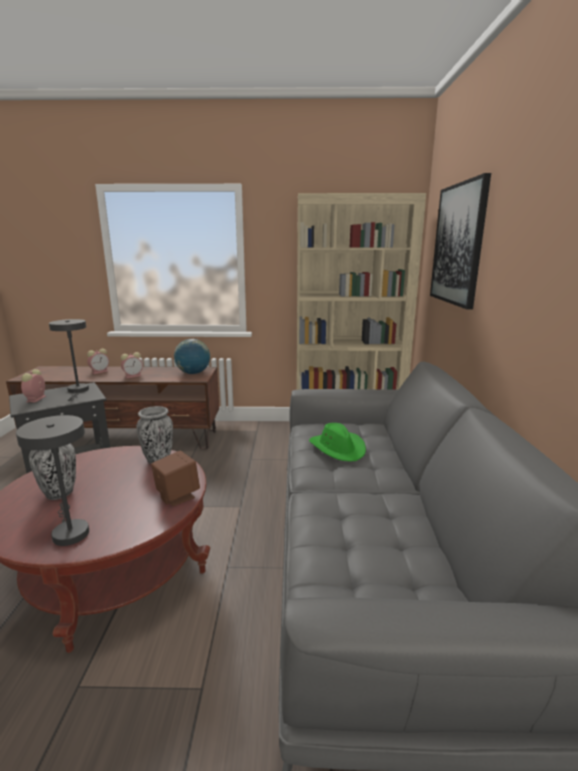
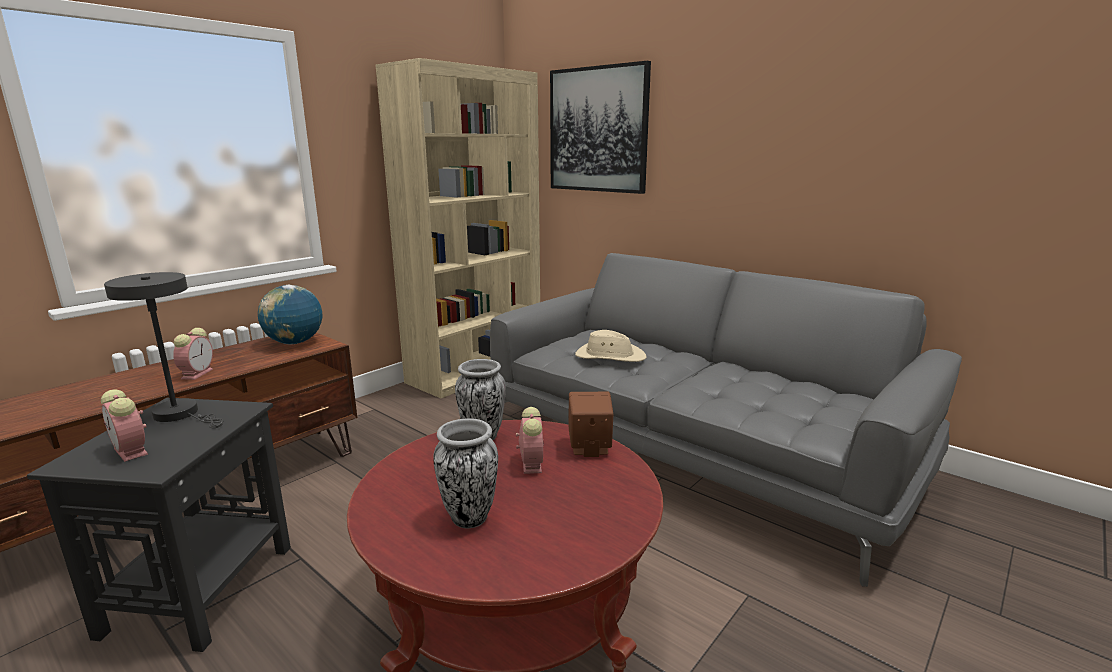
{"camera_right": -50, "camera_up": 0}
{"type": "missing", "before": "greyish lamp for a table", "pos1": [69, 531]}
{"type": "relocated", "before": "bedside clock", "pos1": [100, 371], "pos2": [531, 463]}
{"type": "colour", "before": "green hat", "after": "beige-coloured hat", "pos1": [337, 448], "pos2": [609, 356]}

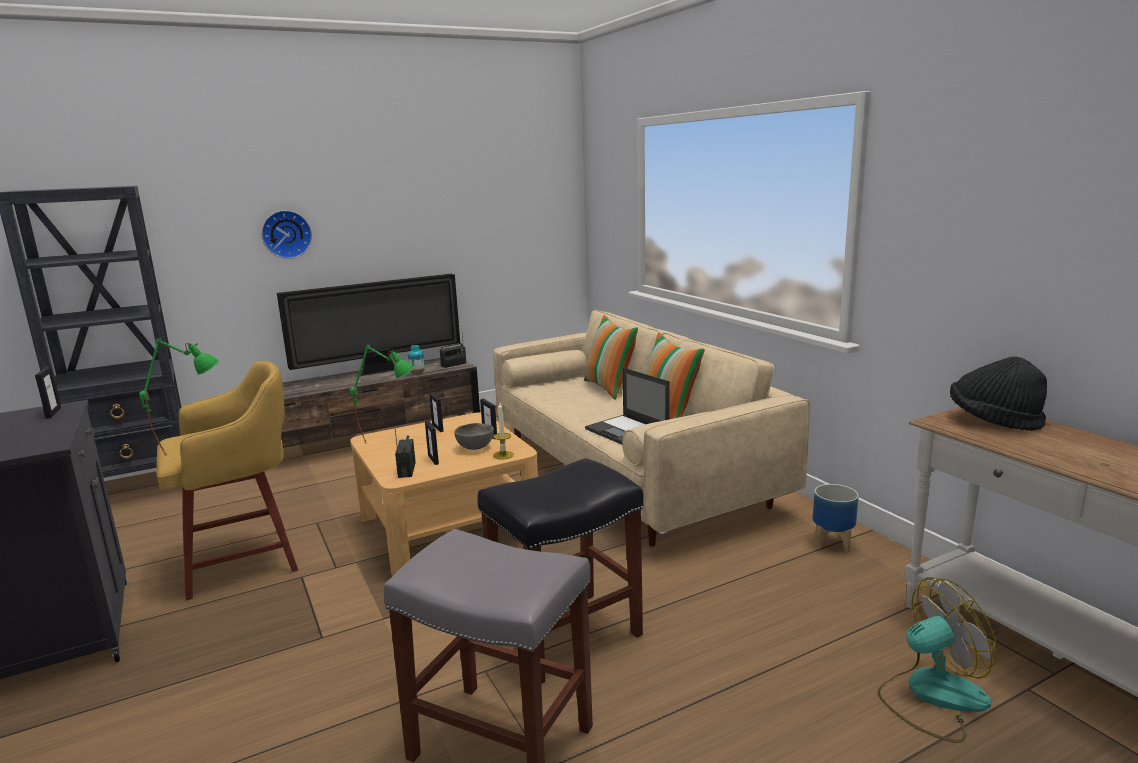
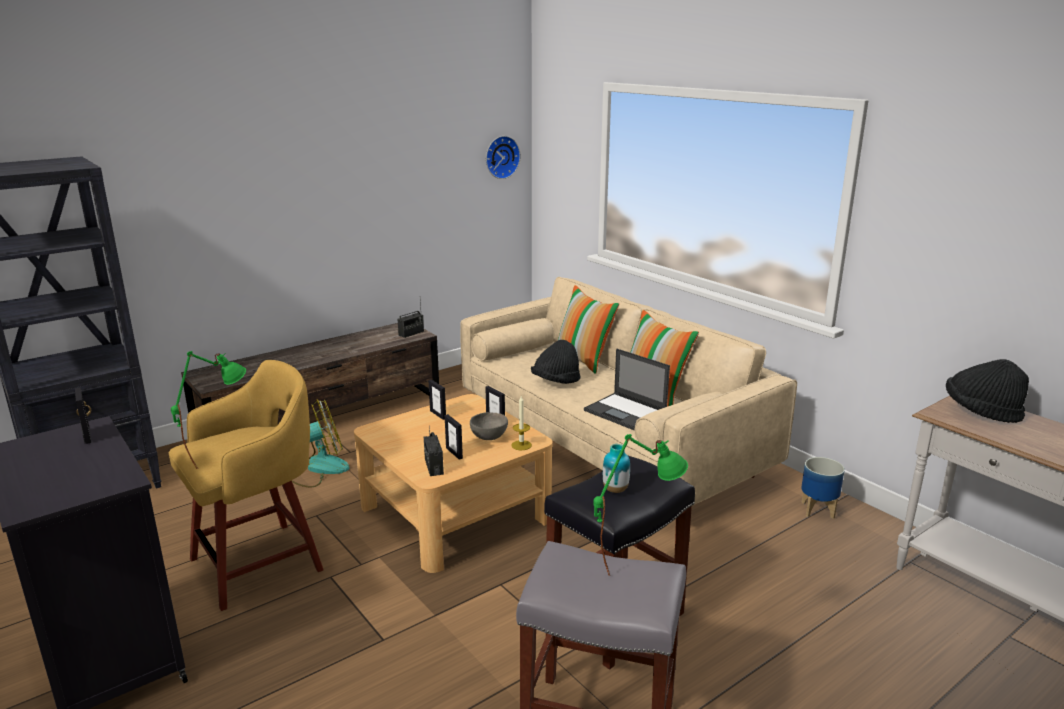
{"camera_right": -10, "camera_up": 5}
{"type": "relocated", "before": "clock on the wall", "pos1": [286, 234], "pos2": [501, 157]}
{"type": "missing", "before": "TV set", "pos1": [380, 371]}
{"type": "relocated", "before": "green lamp for a table", "pos1": [389, 439], "pos2": [635, 563]}
{"type": "relocated", "before": "flower vase", "pos1": [417, 373], "pos2": [615, 490]}
{"type": "relocated", "before": "fan", "pos1": [931, 696], "pos2": [317, 468]}
{"type": "appeared", "after": "black hat", "pos2": [556, 382]}

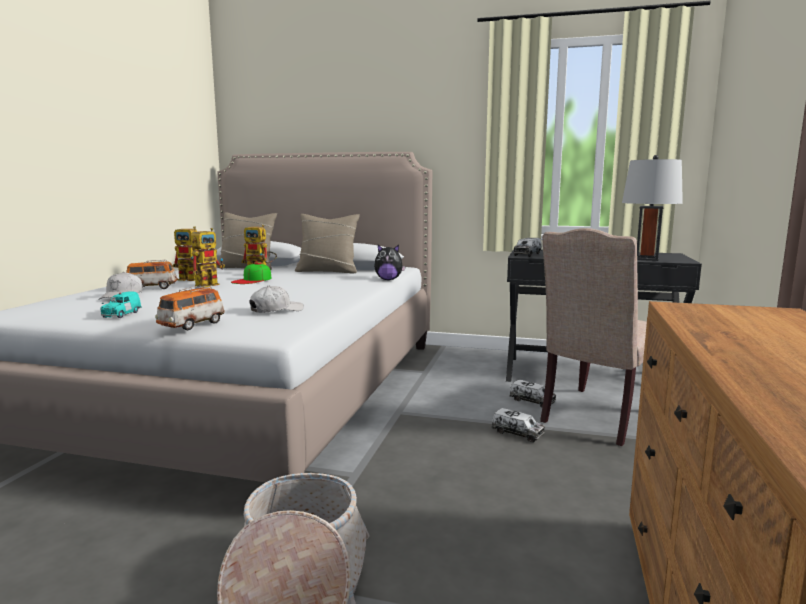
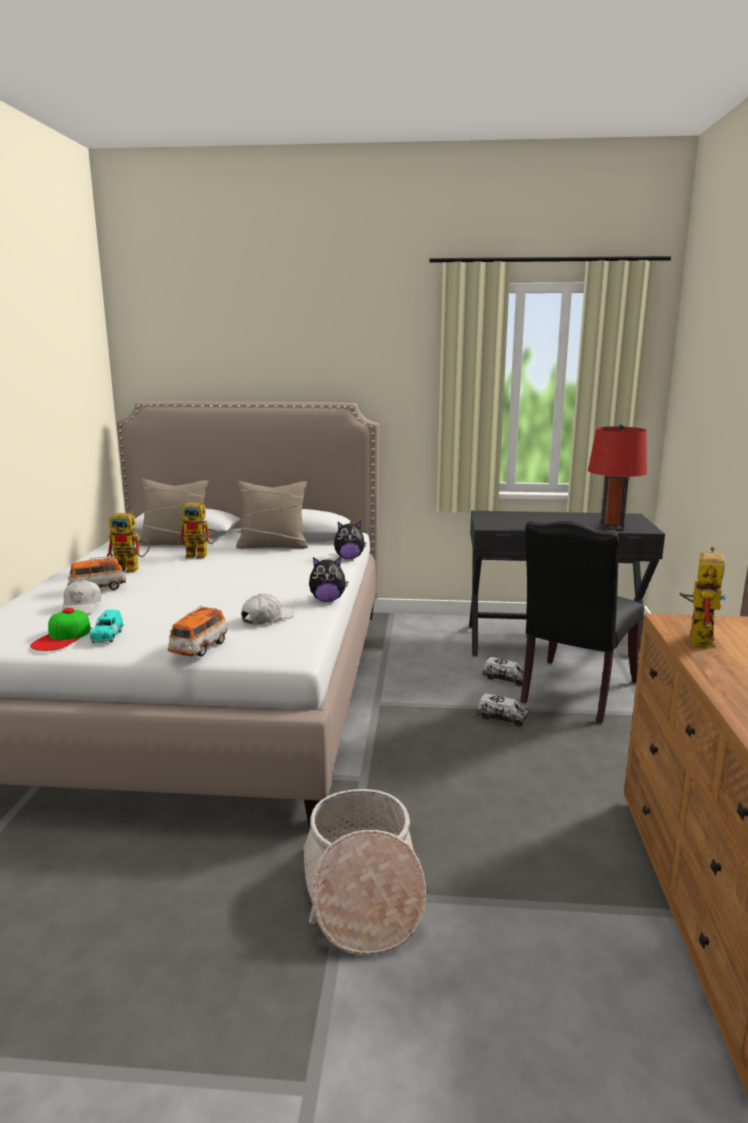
{"camera_right": -10, "camera_up": 5}
{"type": "relocated", "before": "robot figure", "pos1": [209, 284], "pos2": [697, 637]}
{"type": "relocated", "before": "cap", "pos1": [252, 280], "pos2": [62, 637]}
{"type": "missing", "before": "toy truck", "pos1": [527, 254]}
{"type": "colour", "before": "beige-coloured upright chair", "after": "black upright chair", "pos1": [600, 418], "pos2": [574, 693]}
{"type": "colour", "before": "greyish lamp for a table", "after": "reddish lamp for a table", "pos1": [646, 259], "pos2": [611, 527]}
{"type": "appeared", "after": "cuddly toy", "pos2": [327, 600]}

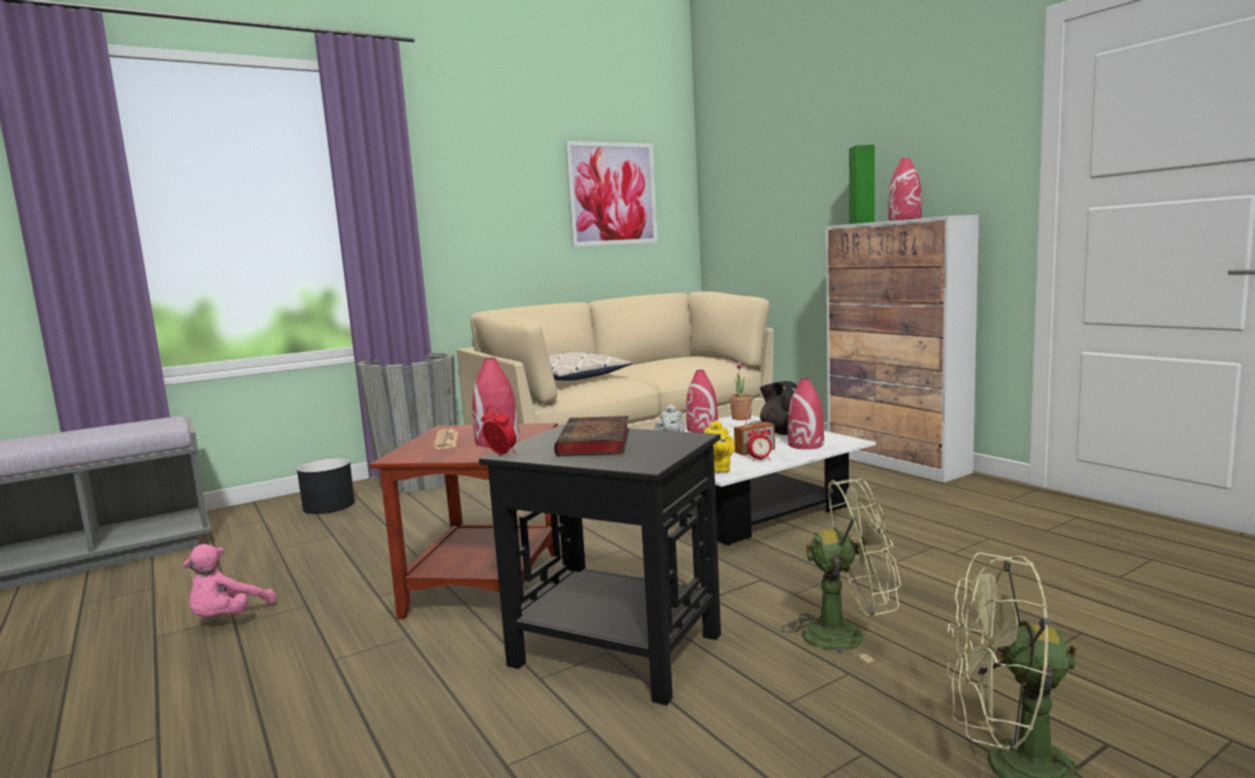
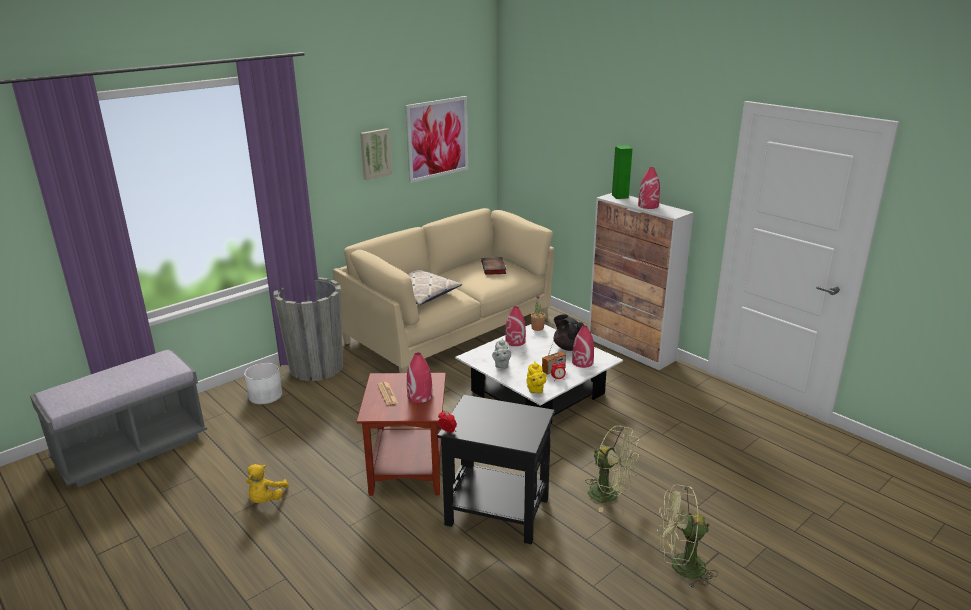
{"camera_right": -10, "camera_up": 15}
{"type": "colour", "before": "pinkish cuddly toy", "after": "yellow-coloured cuddly toy", "pos1": [228, 619], "pos2": [266, 499]}
{"type": "colour", "before": "black plant pot", "after": "white-coloured plant pot", "pos1": [328, 506], "pos2": [265, 396]}
{"type": "relocated", "before": "bound book", "pos1": [595, 443], "pos2": [494, 268]}
{"type": "spun", "before": "green fan", "pos1": [846, 634], "pos2": [609, 496], "turn": 45}
{"type": "appeared", "after": "wall picture", "pos2": [375, 153]}

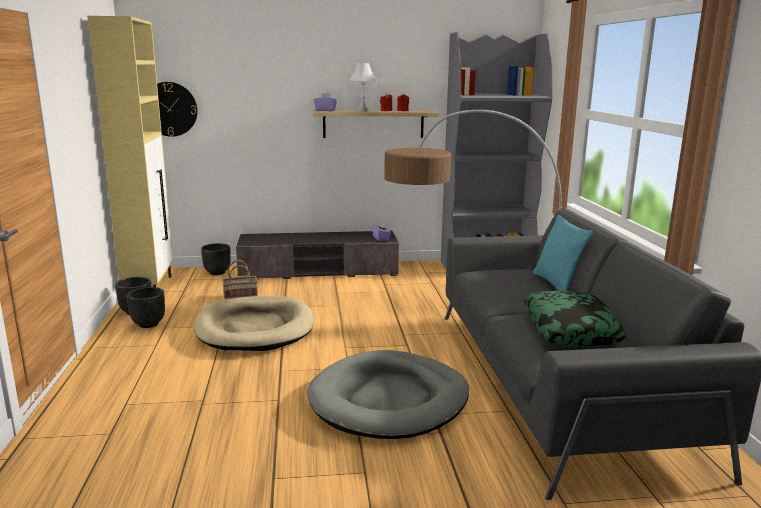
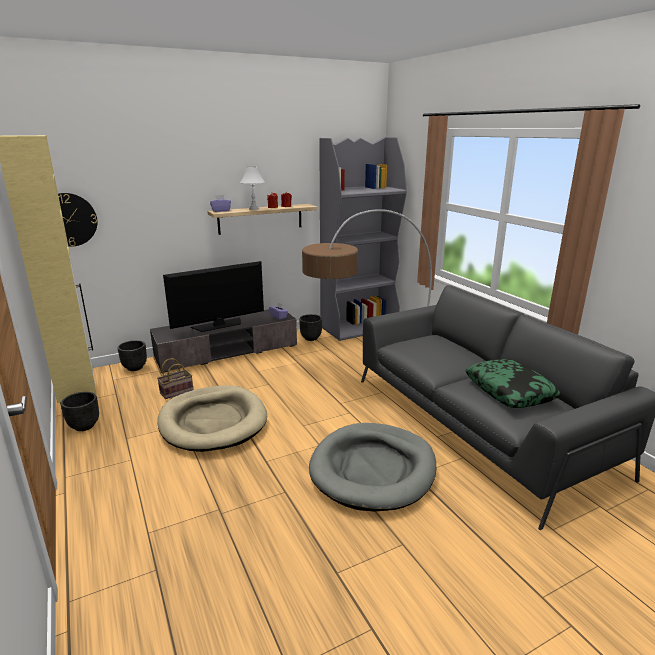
{"camera_right": -20, "camera_up": 5}
{"type": "relocated", "before": "black plant pot", "pos1": [149, 324], "pos2": [311, 338]}
{"type": "missing", "before": "turquoise-coloured pillow", "pos1": [556, 283]}
{"type": "appeared", "after": "TV set", "pos2": [219, 325]}

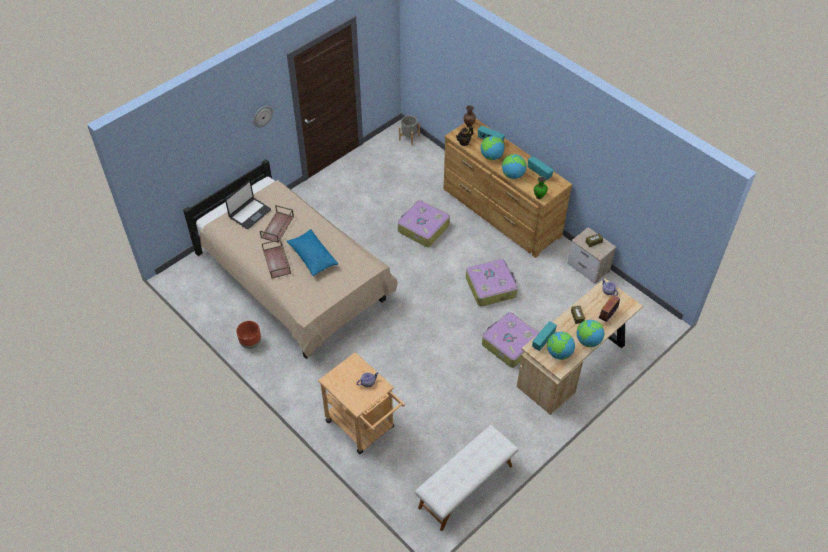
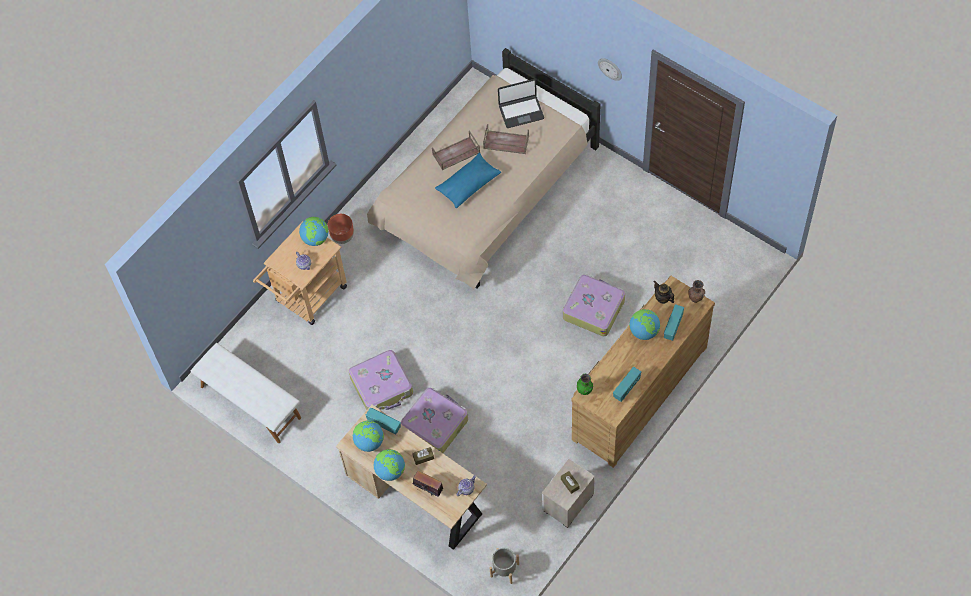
{"camera_right": 85, "camera_up": 10}
{"type": "spun", "before": "portable computer", "pos1": [249, 213], "pos2": [521, 111], "turn": -45}
{"type": "relocated", "before": "brown-coloured plant pot", "pos1": [250, 343], "pos2": [342, 236]}
{"type": "relocated", "before": "greyish plant pot", "pos1": [409, 137], "pos2": [504, 570]}
{"type": "relocated", "before": "piece of luggage", "pos1": [491, 287], "pos2": [382, 386]}
{"type": "relocated", "before": "world globe", "pos1": [513, 175], "pos2": [315, 238]}

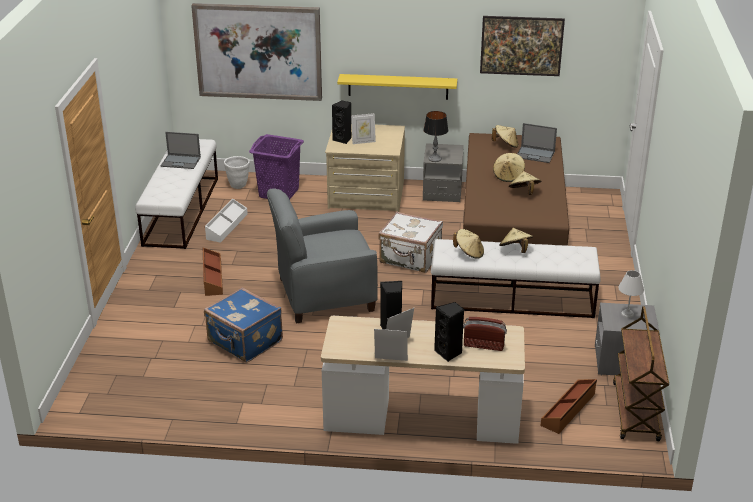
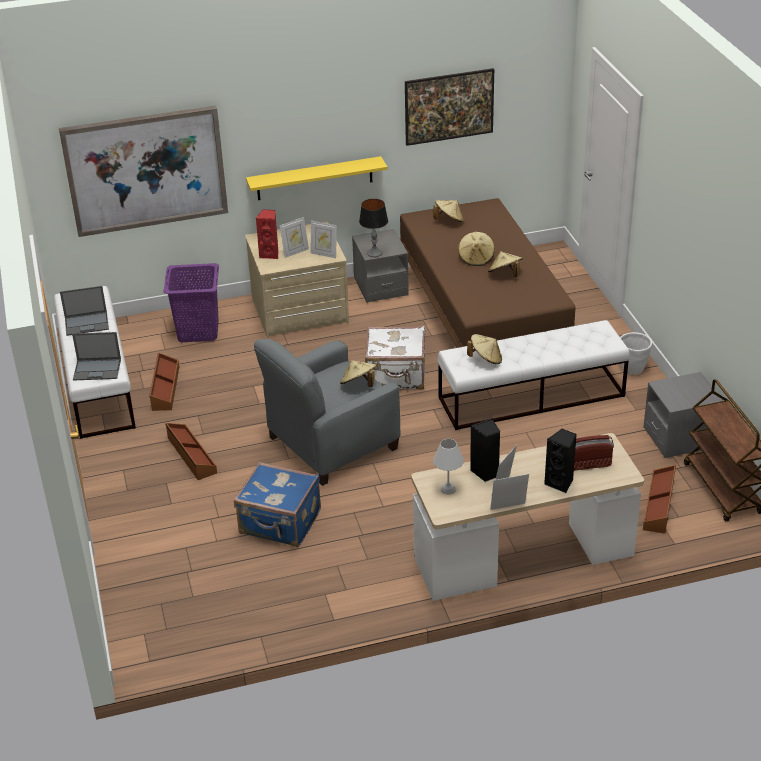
{"camera_right": -20, "camera_up": 5}
{"type": "colour", "before": "white-coloured storage bin", "after": "brown-coloured storage bin", "pos1": [226, 226], "pos2": [164, 388]}
{"type": "relocated", "before": "white-coloured plant pot", "pos1": [238, 185], "pos2": [632, 369]}
{"type": "colour", "before": "black loudspeaker", "after": "reddish loudspeaker", "pos1": [343, 139], "pos2": [270, 254]}
{"type": "relocated", "before": "beige-coloured hat", "pos1": [515, 250], "pos2": [358, 384]}
{"type": "relocated", "before": "portable computer", "pos1": [535, 155], "pos2": [98, 369]}
{"type": "relocated", "before": "white-coloured lamp for a table", "pos1": [628, 314], "pos2": [449, 489]}
{"type": "appeared", "after": "picture frame", "pos2": [324, 254]}

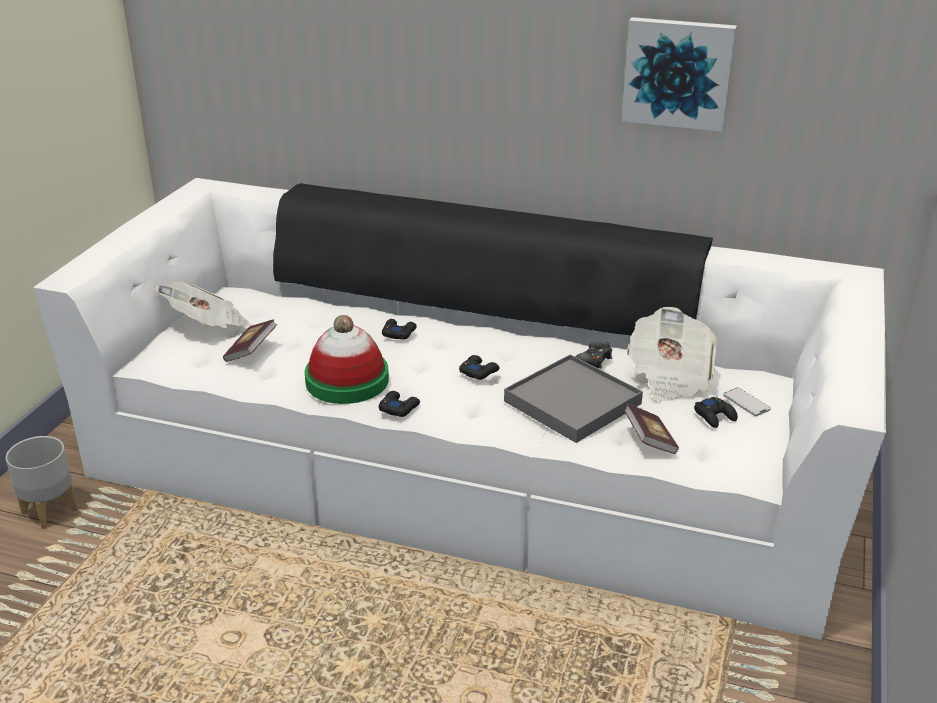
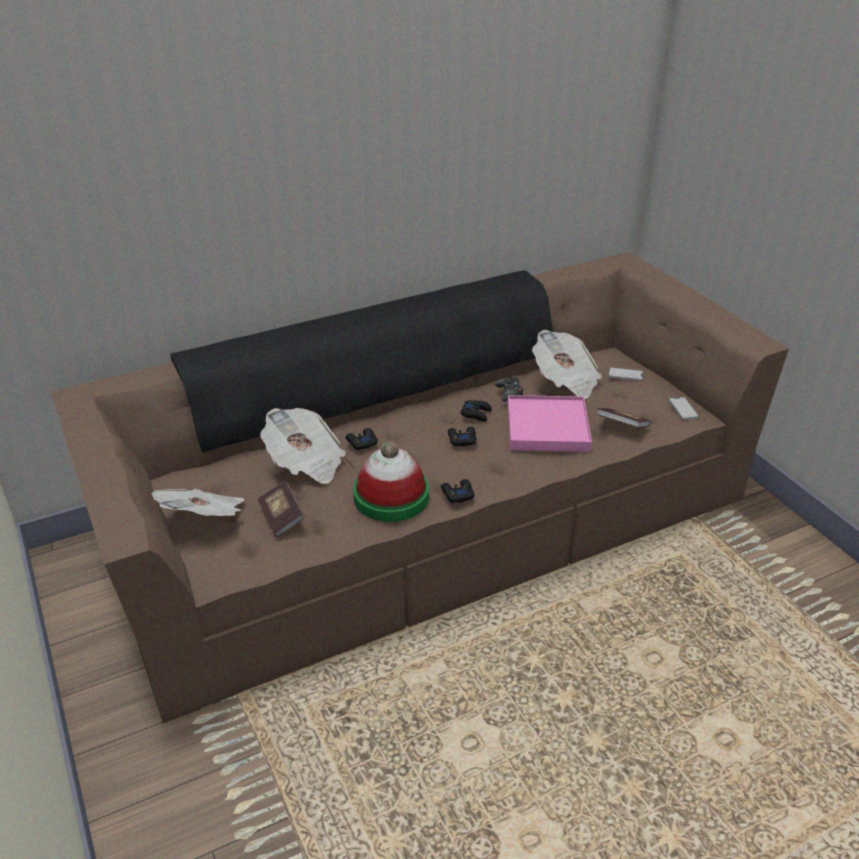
{"camera_right": -45, "camera_up": 5}
{"type": "missing", "before": "greyish plant pot", "pos1": [49, 511]}
{"type": "colour", "before": "white-coloured couch", "after": "brown-coloured couch", "pos1": [469, 458], "pos2": [430, 515]}
{"type": "colour", "before": "greyish tray", "after": "pinkish tray", "pos1": [572, 403], "pos2": [547, 427]}
{"type": "missing", "before": "wall picture", "pos1": [678, 73]}
{"type": "relocated", "before": "black joypad", "pos1": [715, 416], "pos2": [476, 413]}
{"type": "appeared", "after": "daily paper", "pos2": [306, 462]}
{"type": "appeared", "after": "handset", "pos2": [683, 409]}

